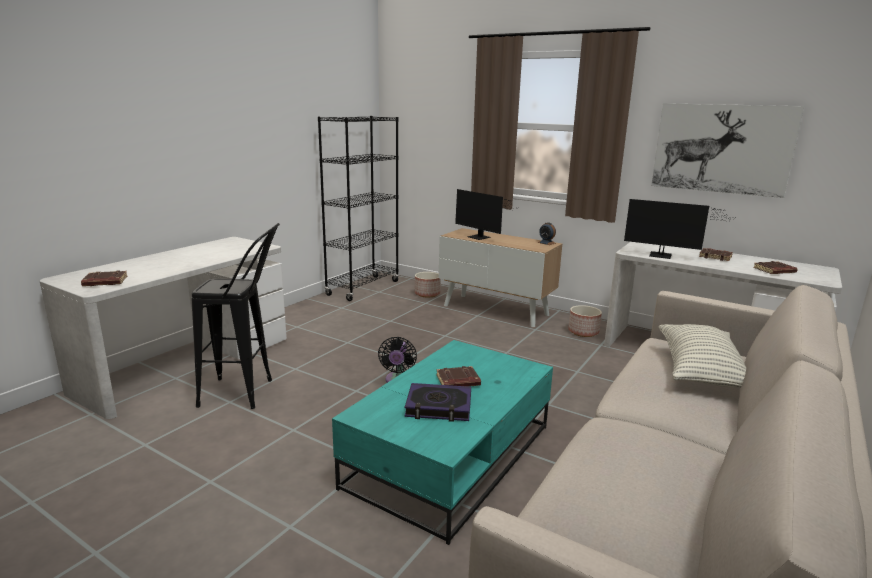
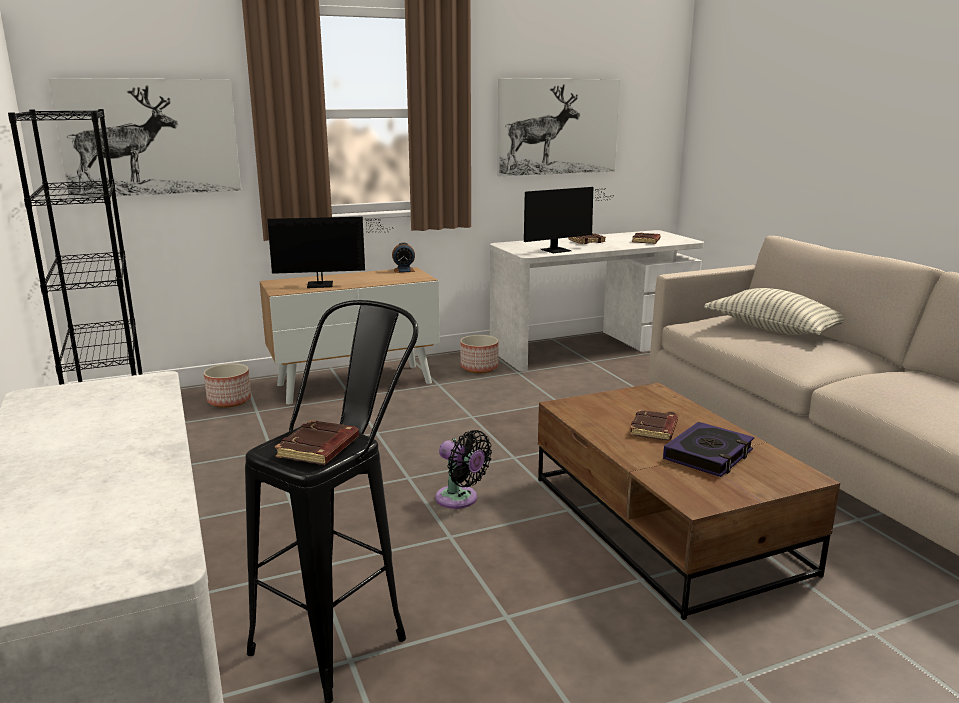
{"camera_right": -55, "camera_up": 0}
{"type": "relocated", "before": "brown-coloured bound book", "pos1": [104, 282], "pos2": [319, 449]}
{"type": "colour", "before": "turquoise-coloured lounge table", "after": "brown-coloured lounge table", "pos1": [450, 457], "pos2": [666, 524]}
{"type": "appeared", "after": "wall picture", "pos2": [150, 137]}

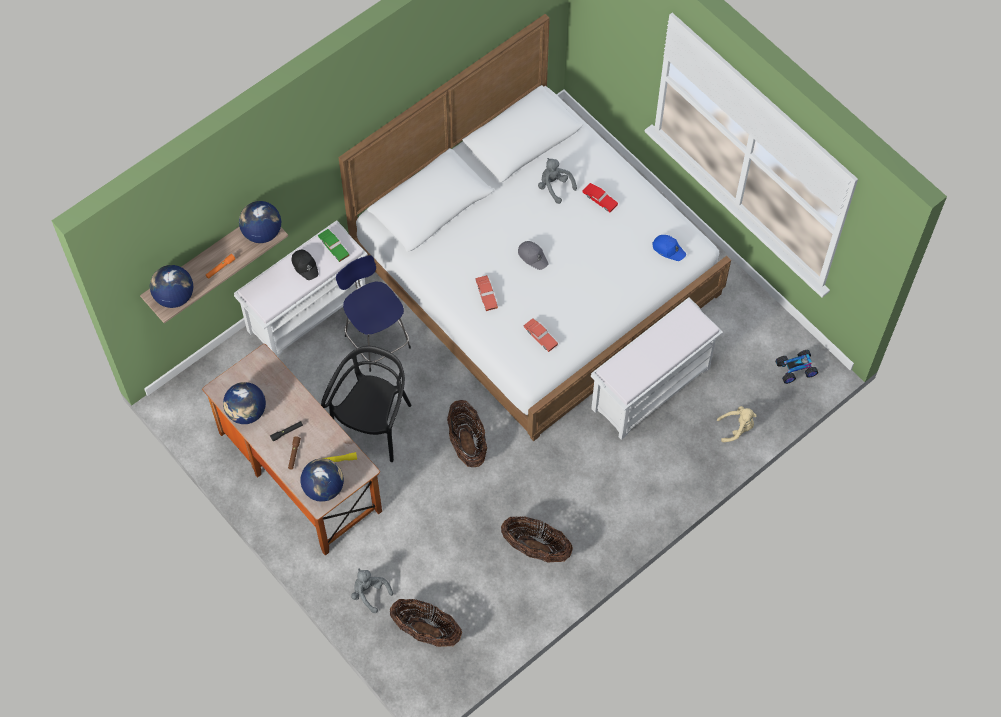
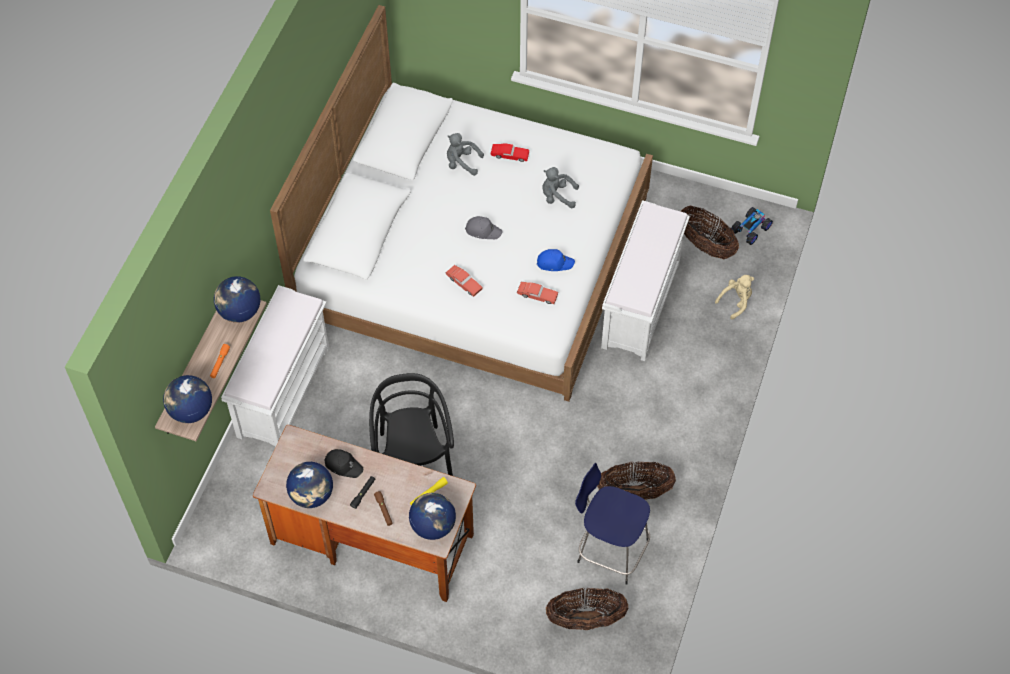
{"camera_right": -30, "camera_up": -5}
{"type": "relocated", "before": "black cap", "pos1": [305, 266], "pos2": [343, 465]}
{"type": "missing", "before": "green miniature car", "pos1": [334, 248]}
{"type": "relocated", "before": "blue-coloured stool seat", "pos1": [376, 340], "pos2": [610, 549]}
{"type": "relocated", "before": "greyish cuddly toy", "pos1": [369, 593], "pos2": [557, 196]}
{"type": "relocated", "before": "basket", "pos1": [467, 443], "pos2": [705, 245]}
{"type": "relocated", "before": "blue-coloured cap", "pos1": [668, 249], "pos2": [554, 262]}

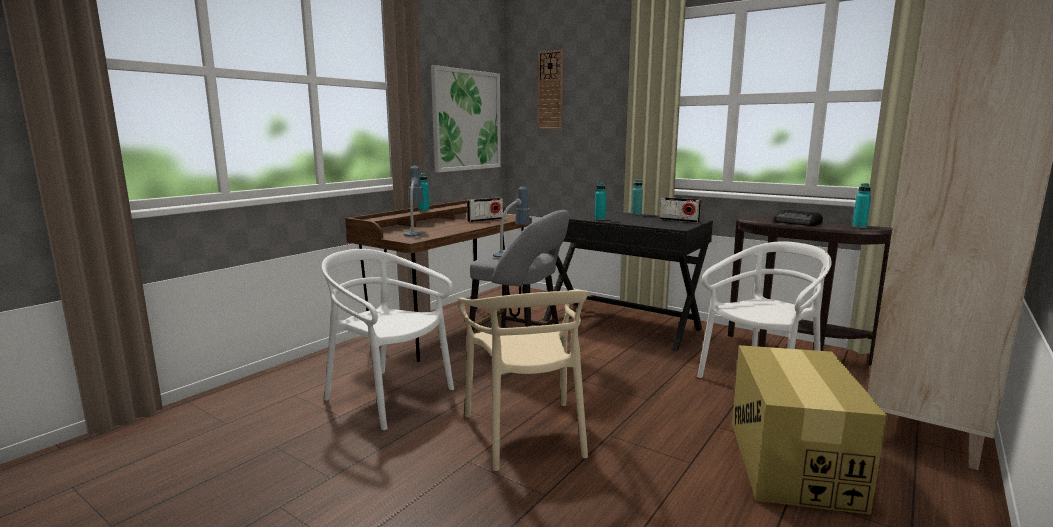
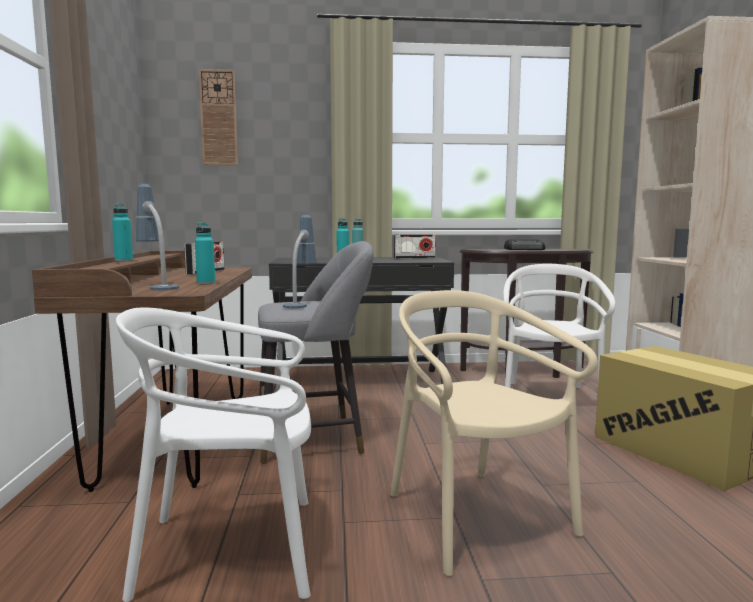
{"camera_right": -40, "camera_up": -5}
{"type": "missing", "before": "wall picture", "pos1": [466, 120]}
{"type": "spun", "before": "beige-coloured upright chair", "pos1": [526, 433], "pos2": [476, 517], "turn": -150}
{"type": "relocated", "before": "turquoise-coloured bottle", "pos1": [859, 227], "pos2": [206, 283]}

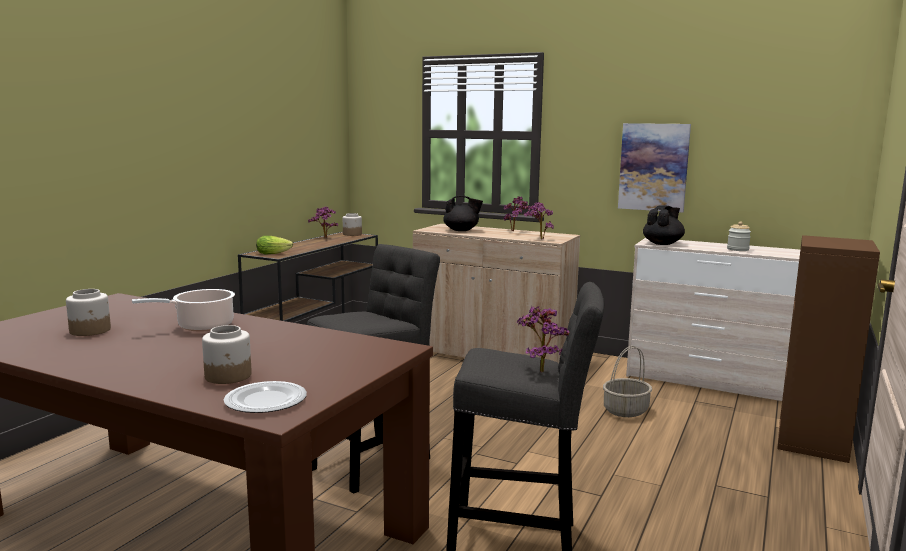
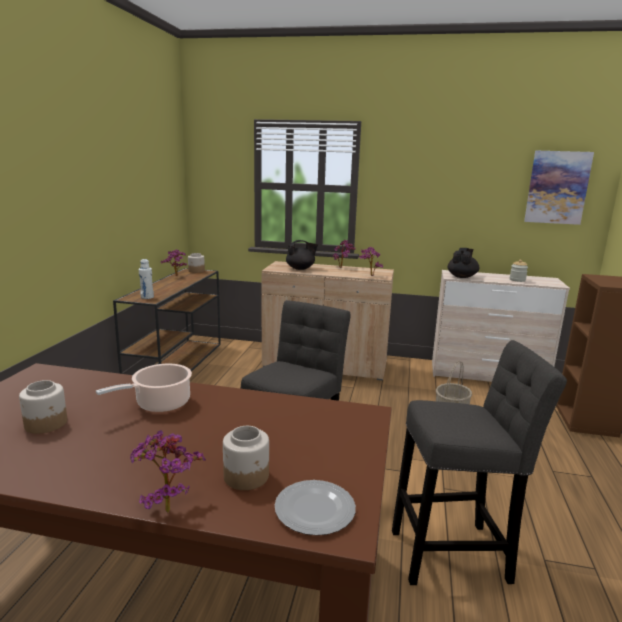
{"camera_right": -15, "camera_up": 5}
{"type": "exchanged", "before": "lettuce head", "after": "white-coloured bottle", "pos1": [275, 253], "pos2": [147, 297]}
{"type": "relocated", "before": "potted plant", "pos1": [539, 370], "pos2": [165, 507]}
{"type": "relocated", "before": "wall picture", "pos1": [653, 167], "pos2": [557, 187]}

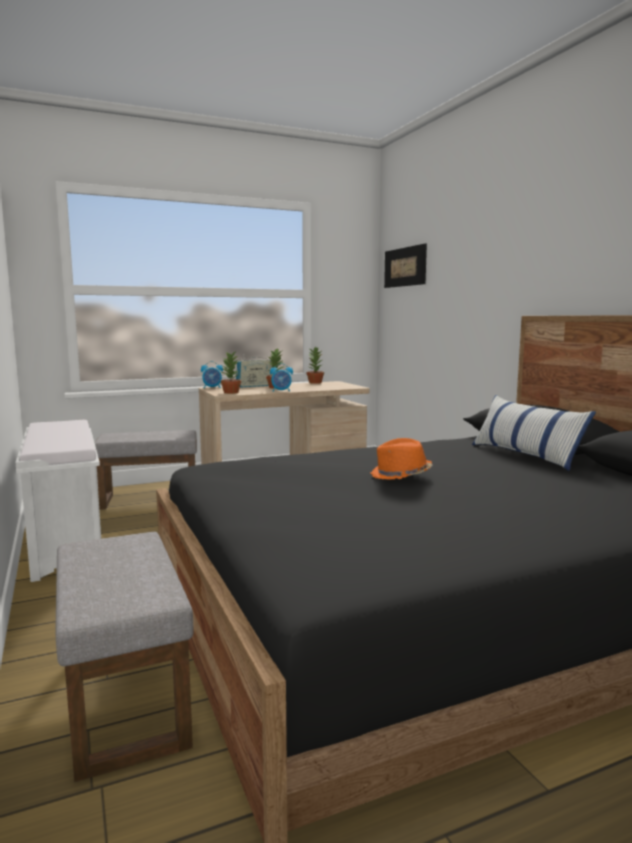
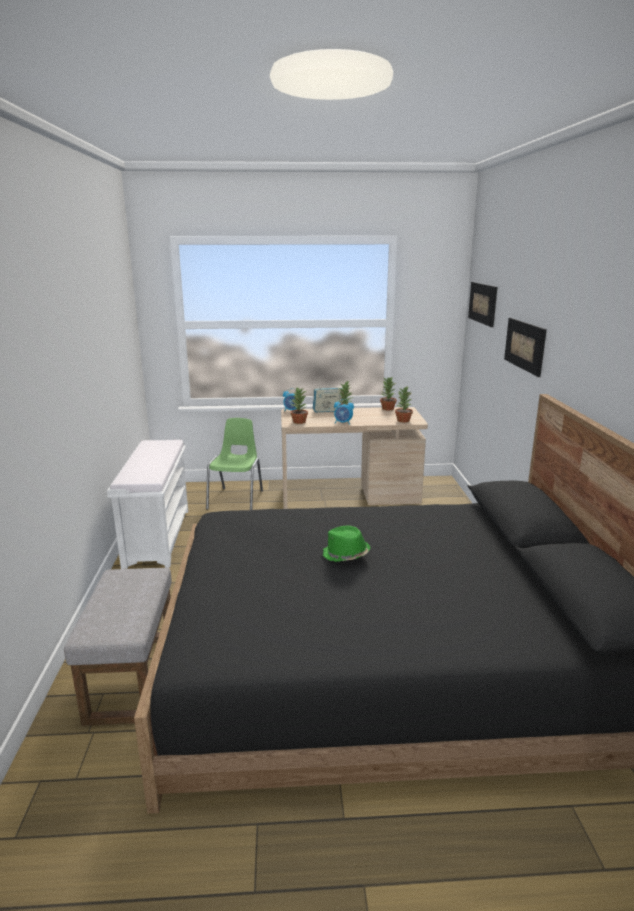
{"camera_right": 20, "camera_up": 10}
{"type": "exchanged", "before": "greyish footrest", "after": "green upright chair", "pos1": [151, 499], "pos2": [237, 499]}
{"type": "colour", "before": "orange hat", "after": "green hat", "pos1": [401, 475], "pos2": [345, 555]}
{"type": "missing", "before": "pillow", "pos1": [525, 455]}
{"type": "appeared", "after": "potted plant", "pos2": [403, 420]}
{"type": "appeared", "after": "wall picture", "pos2": [524, 345]}

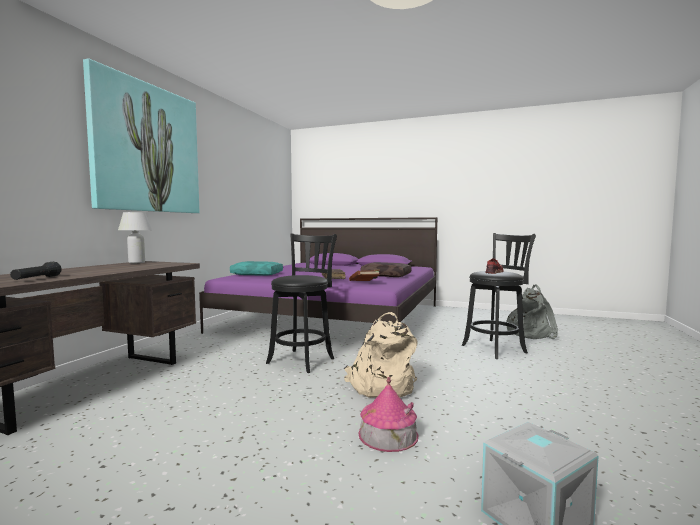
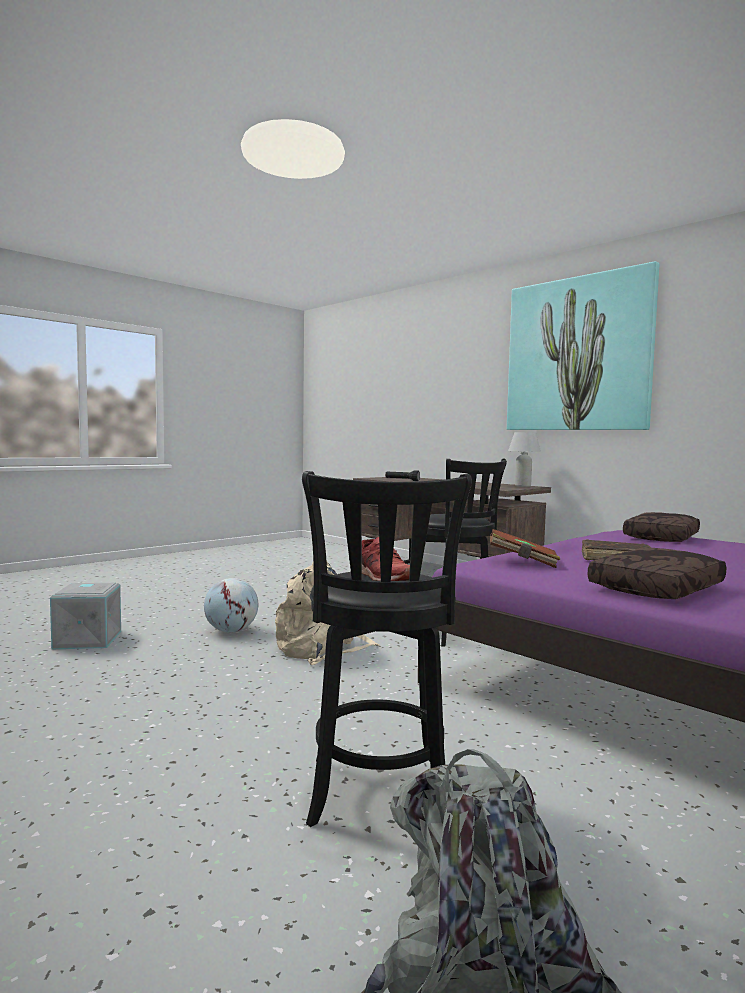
{"camera_right": 115, "camera_up": 0}
{"type": "colour", "before": "turquoise-coloured pillow", "after": "brown-coloured pillow", "pos1": [257, 274], "pos2": [662, 538]}
{"type": "exchanged", "before": "miniature house", "after": "world globe", "pos1": [388, 434], "pos2": [231, 631]}

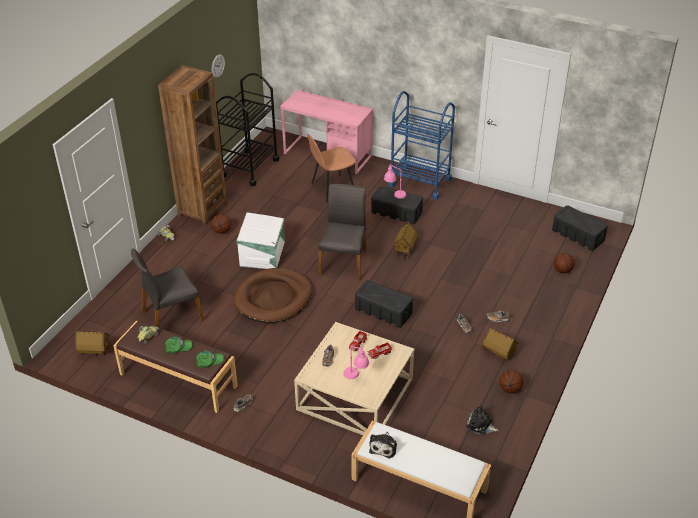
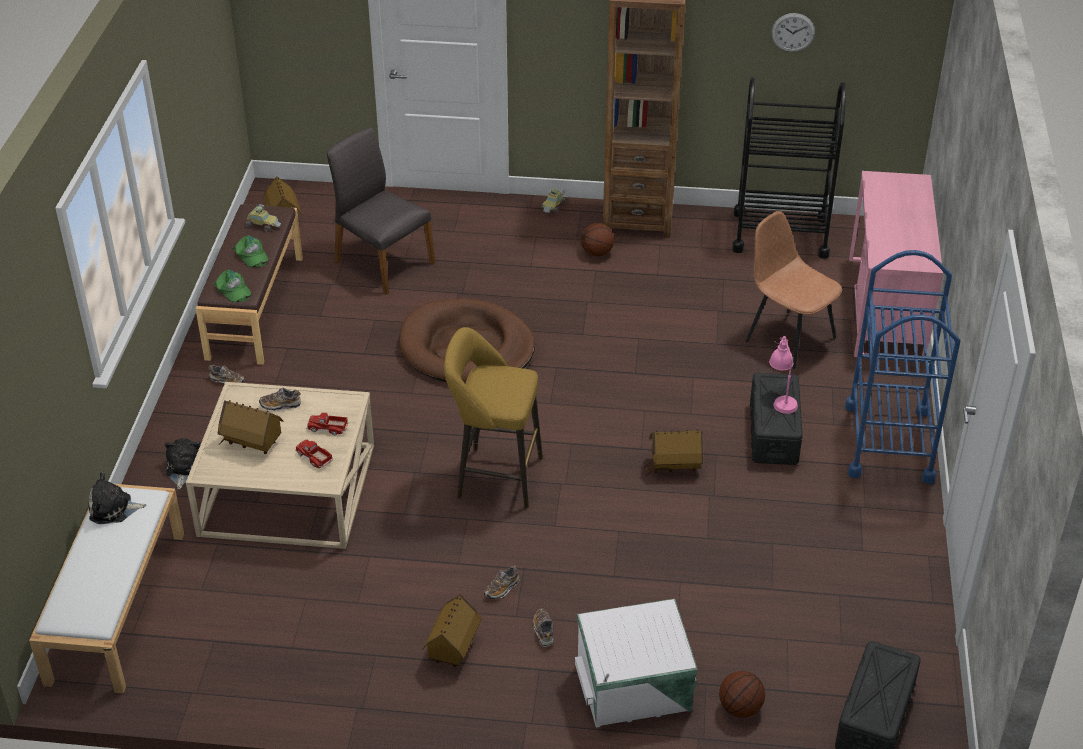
{"camera_right": 70, "camera_up": 0}
{"type": "relocated", "before": "white-coloured storage bin", "pos1": [263, 253], "pos2": [635, 688]}
{"type": "missing", "before": "greyish upright chair", "pos1": [344, 262]}
{"type": "exchanged", "before": "pinkish lamp for a table", "after": "miniature house", "pos1": [356, 376], "pos2": [252, 444]}
{"type": "exchanged", "before": "black storage bin", "after": "yellow-coloured stool seat", "pos1": [383, 311], "pos2": [494, 476]}
{"type": "relocated", "before": "cuddly toy", "pos1": [480, 425], "pos2": [185, 469]}
{"type": "missing", "before": "basketball ball", "pos1": [510, 389]}

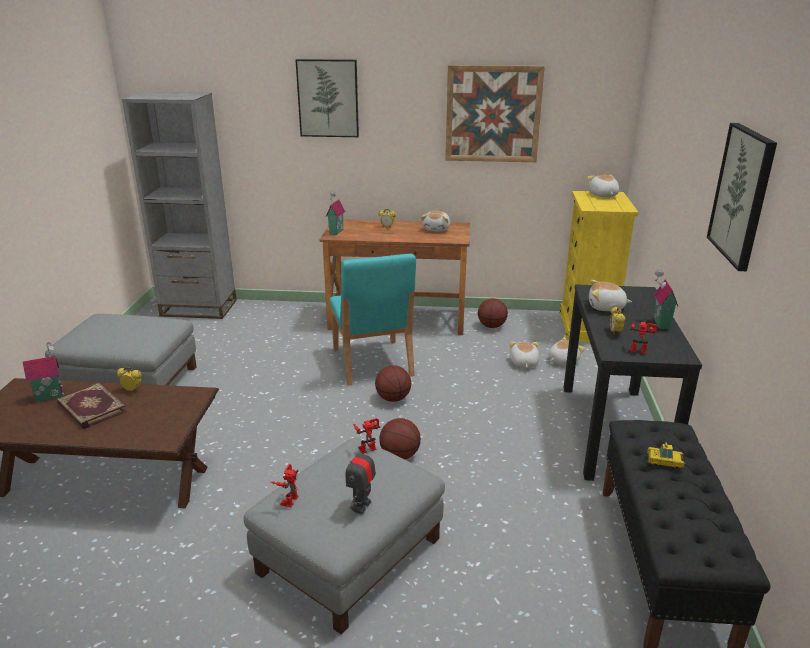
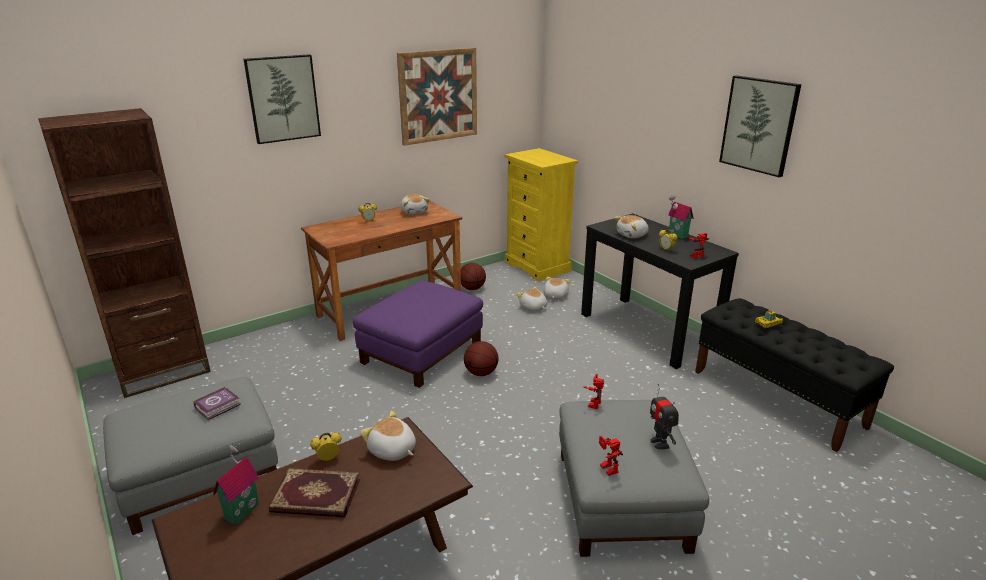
{"camera_right": -40, "camera_up": 0}
{"type": "colour", "before": "greyish bookshelf", "after": "brown-coloured bookshelf", "pos1": [199, 308], "pos2": [163, 372]}
{"type": "missing", "before": "miniature house", "pos1": [335, 231]}
{"type": "exchanged", "before": "turquoise-coloured upright chair", "after": "purple footrest", "pos1": [372, 363], "pos2": [422, 353]}
{"type": "missing", "before": "basketball ball", "pos1": [400, 455]}
{"type": "relocated", "before": "cuddly toy", "pos1": [603, 195], "pos2": [392, 451]}
{"type": "appeared", "after": "bound book", "pos2": [219, 406]}

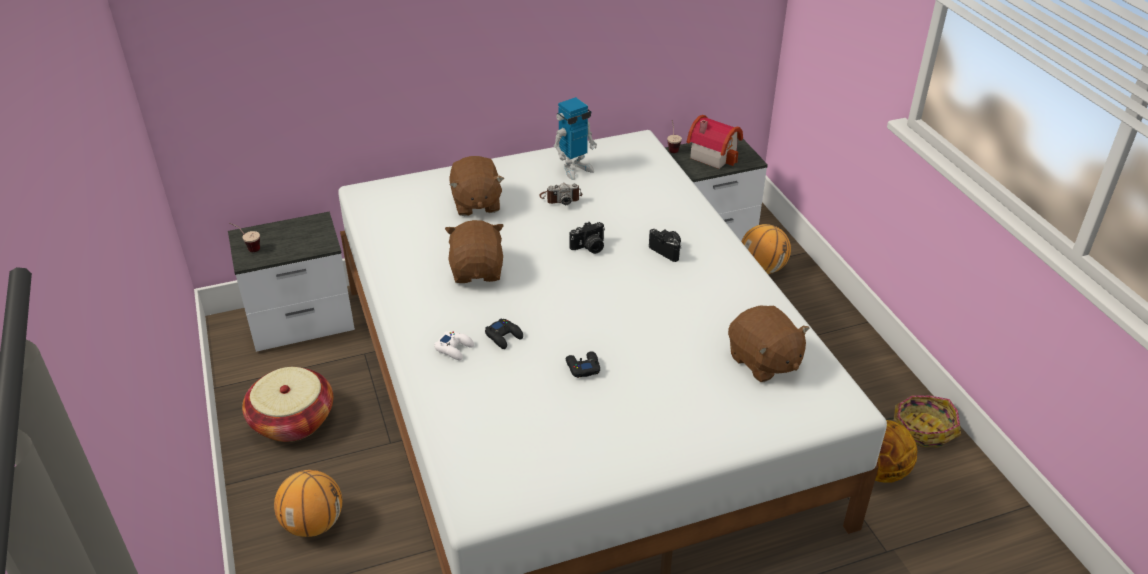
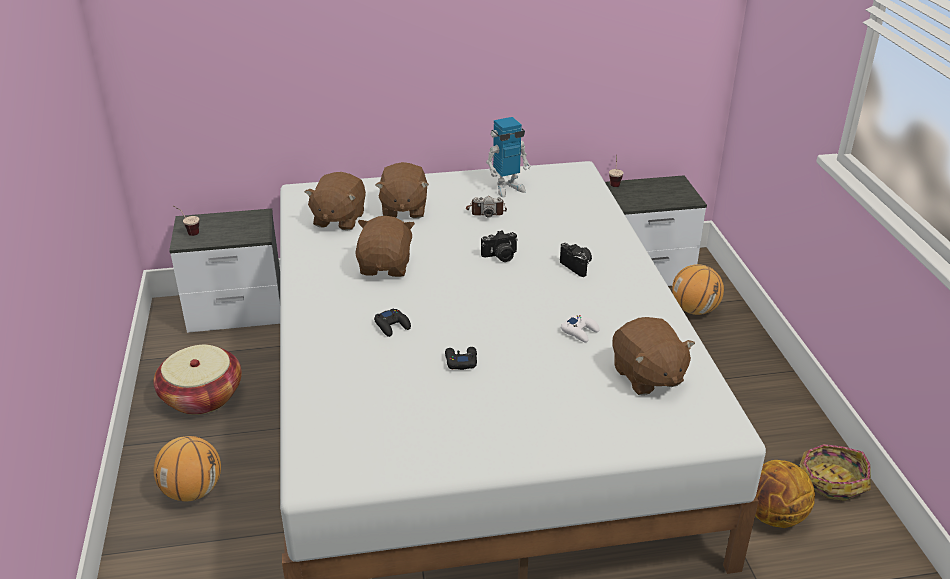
{"camera_right": 10, "camera_up": -5}
{"type": "relocated", "before": "white-coloured joypad", "pos1": [454, 348], "pos2": [580, 331]}
{"type": "missing", "before": "miniature house", "pos1": [713, 154]}
{"type": "appeared", "after": "brown-coloured cuddly toy", "pos2": [338, 219]}

